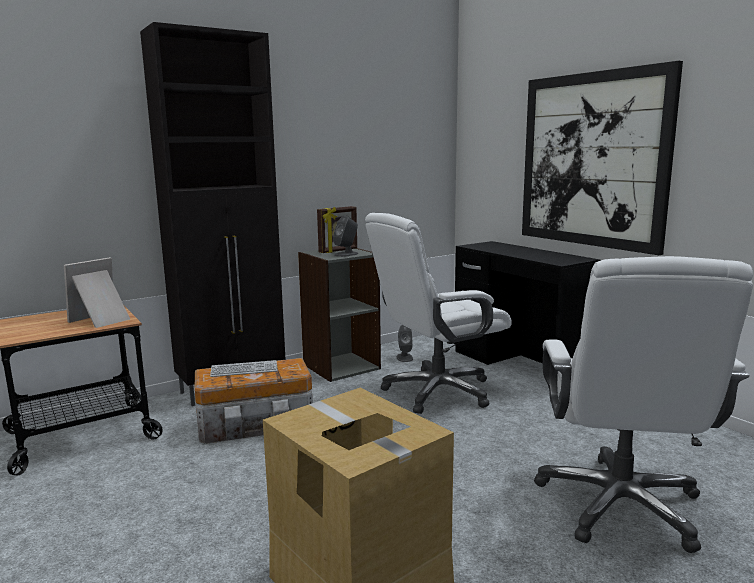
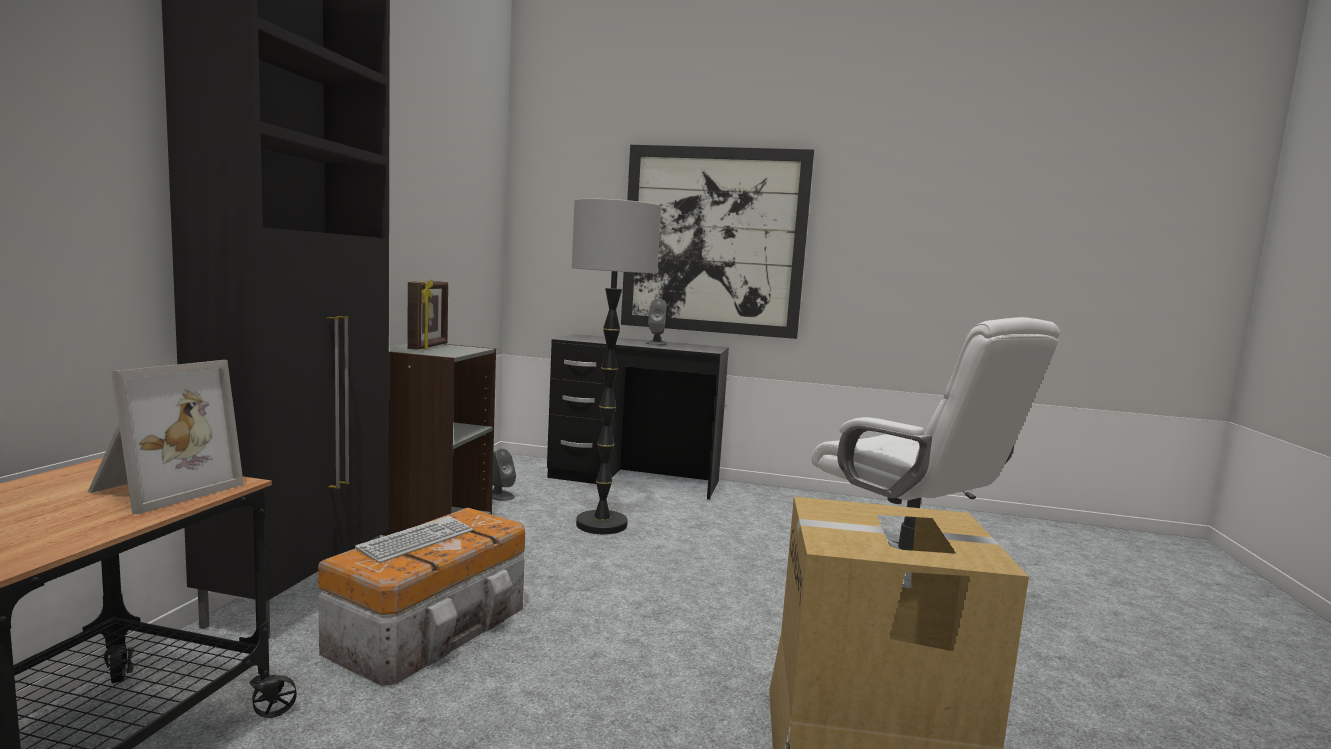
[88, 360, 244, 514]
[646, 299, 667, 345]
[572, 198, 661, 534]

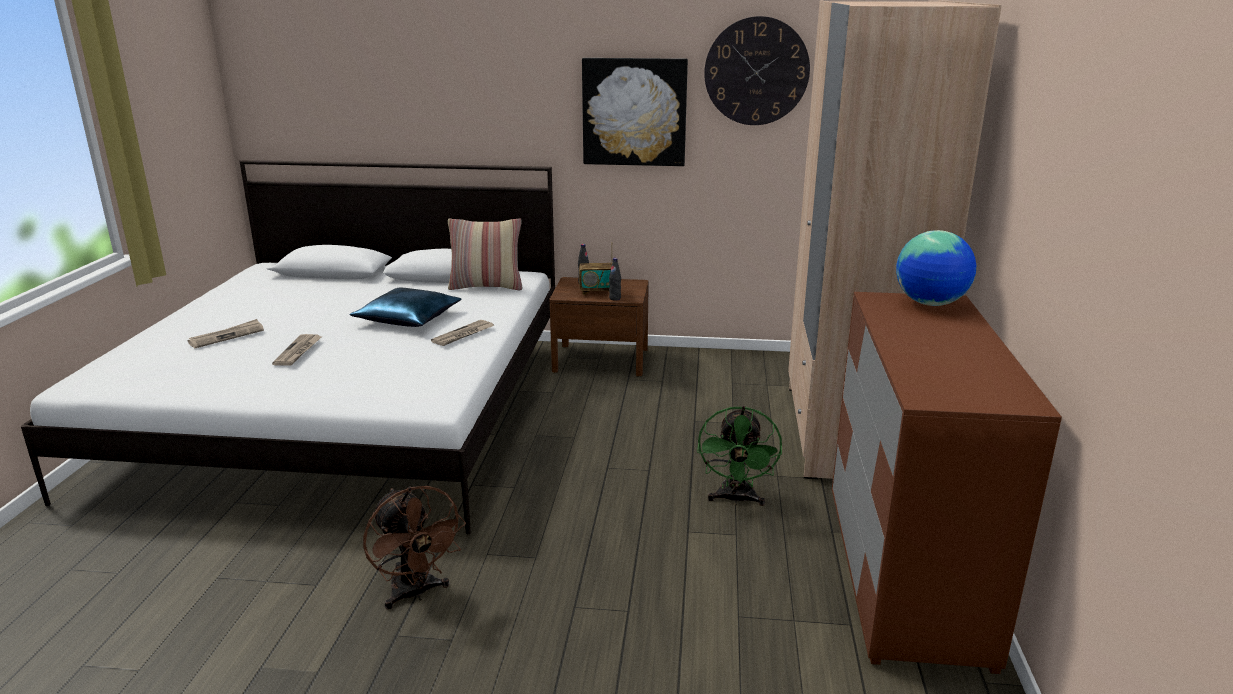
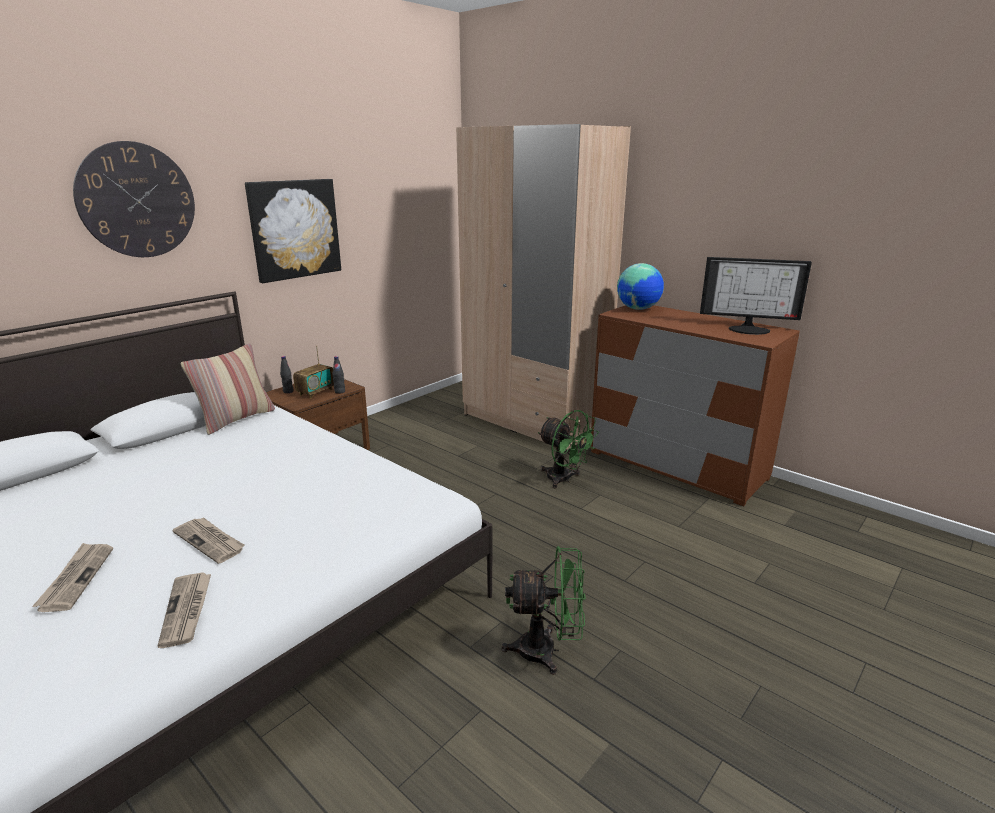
[350, 288, 462, 327] (first image)
[501, 546, 586, 675]
[158, 572, 211, 648]
[73, 141, 195, 257]
[700, 257, 812, 335]

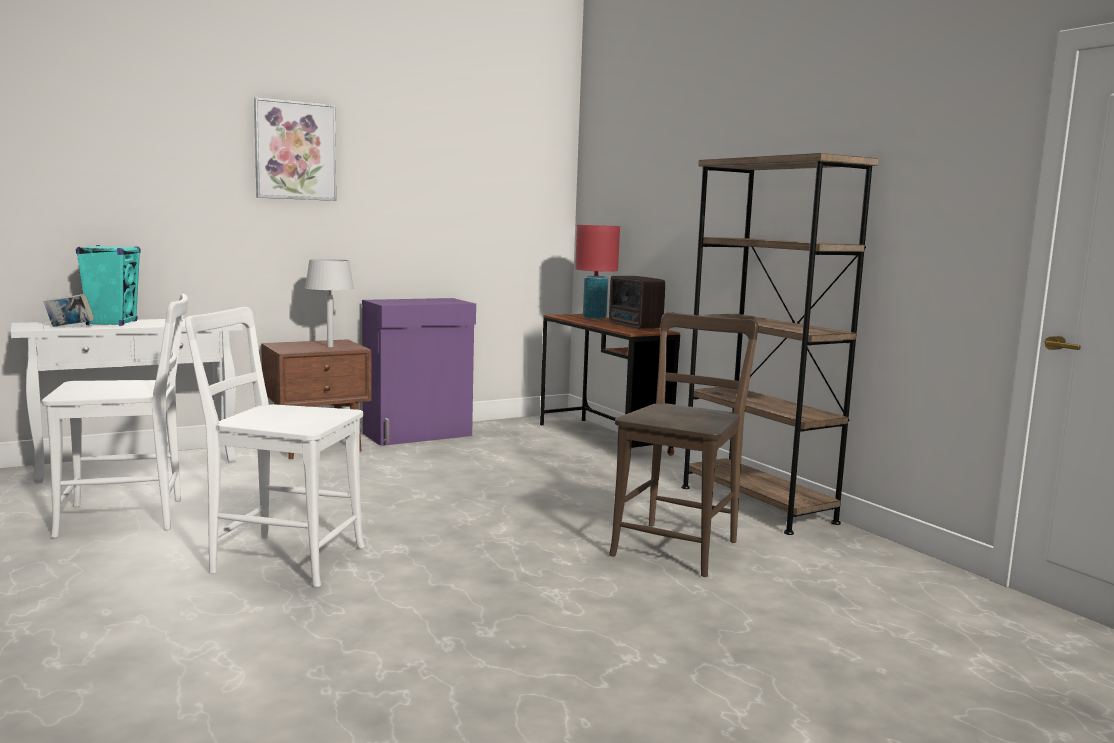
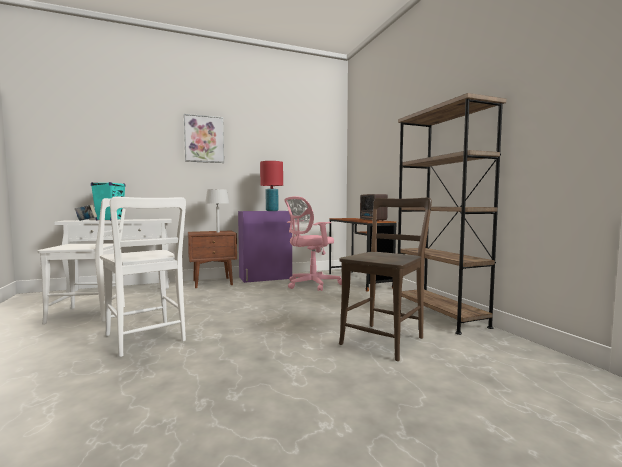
[100, 196, 186, 357]
[260, 161, 283, 211]
[284, 196, 342, 291]

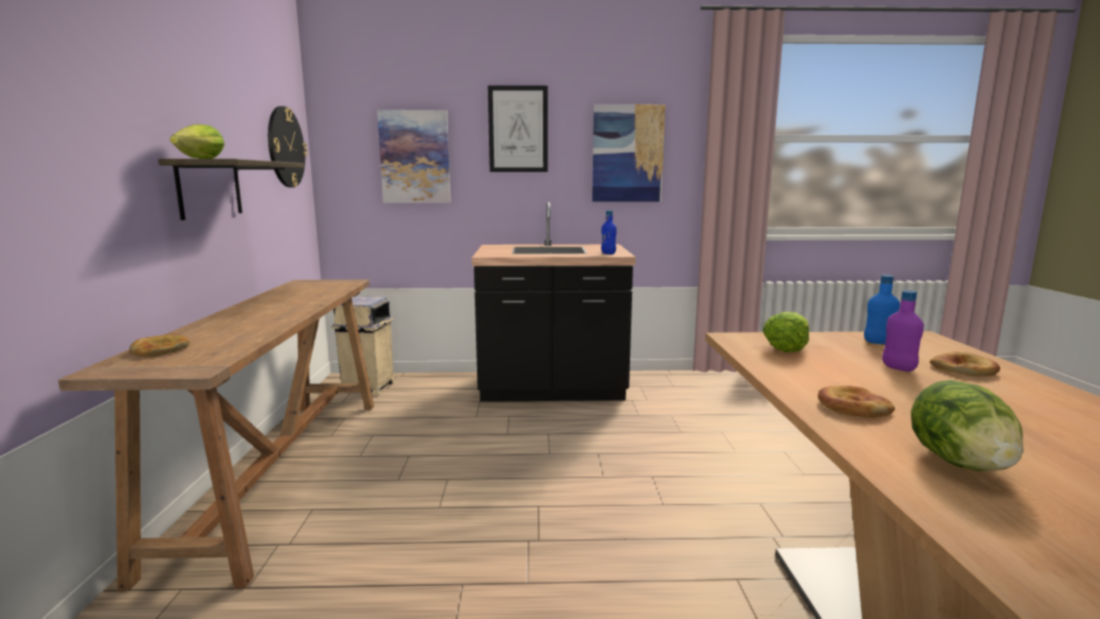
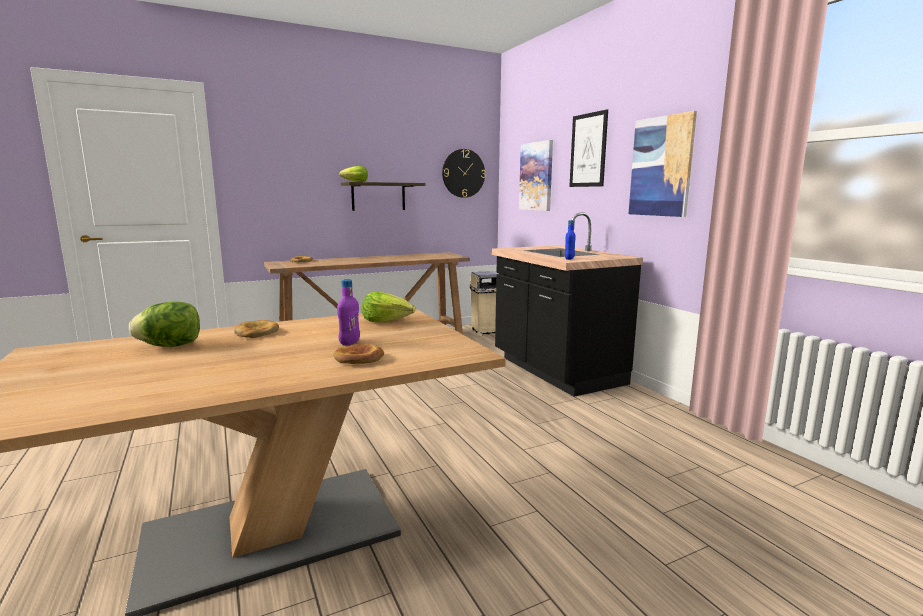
[864, 275, 900, 344] (first image)

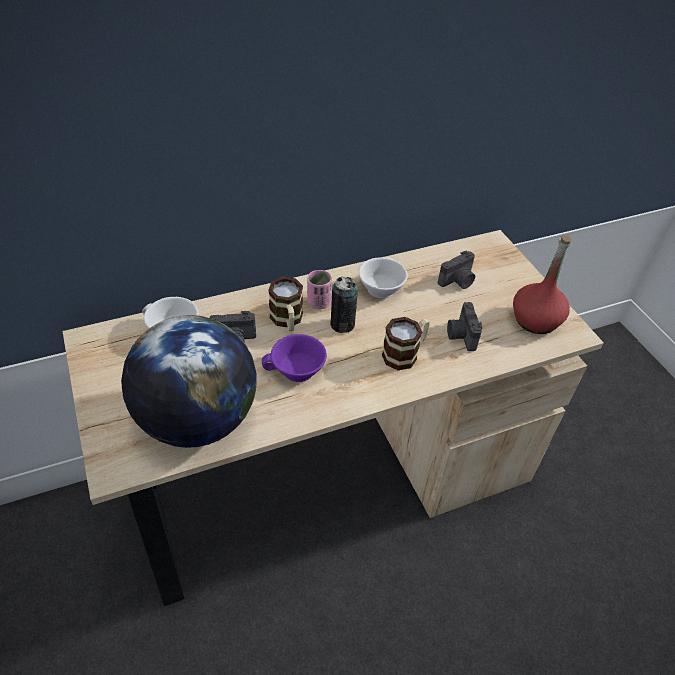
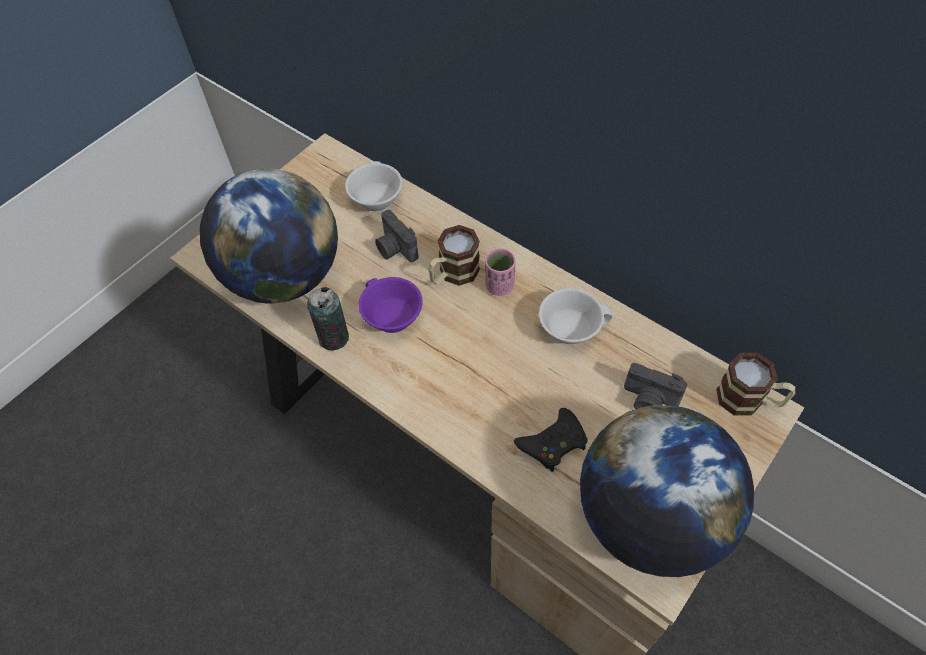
[307, 287, 349, 350]
[716, 353, 795, 416]
[514, 408, 588, 472]
[580, 405, 754, 577]

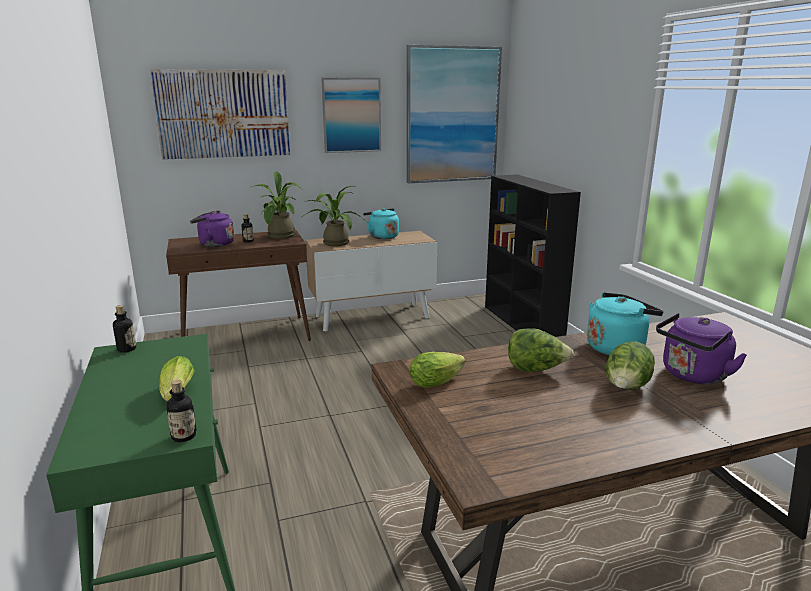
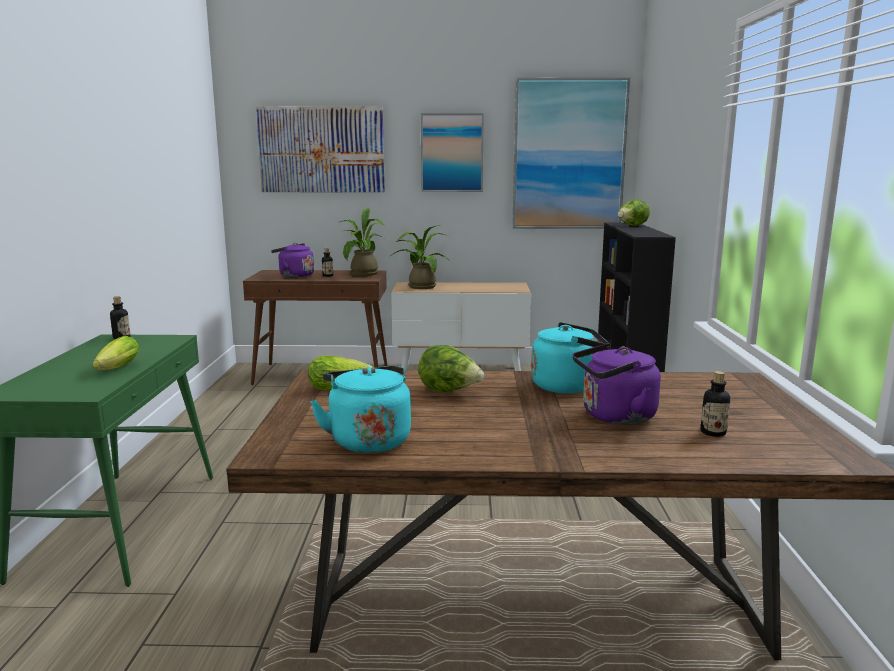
[701, 371, 730, 437]
[310, 366, 411, 453]
[618, 199, 650, 226]

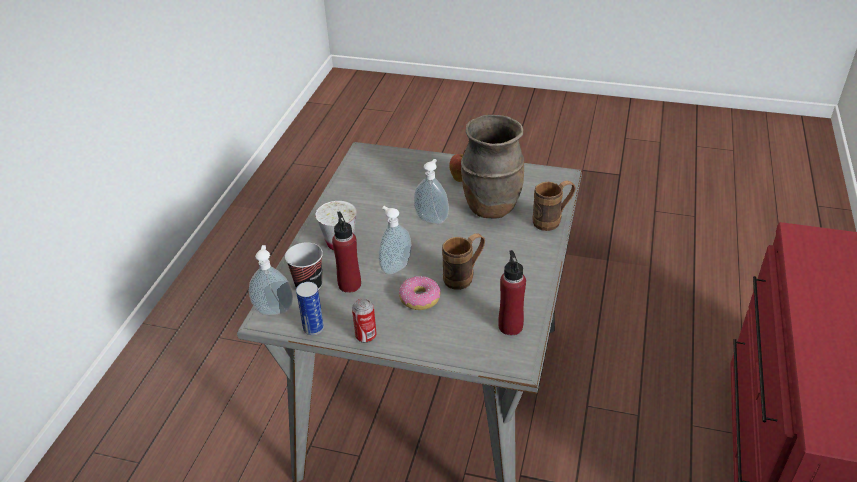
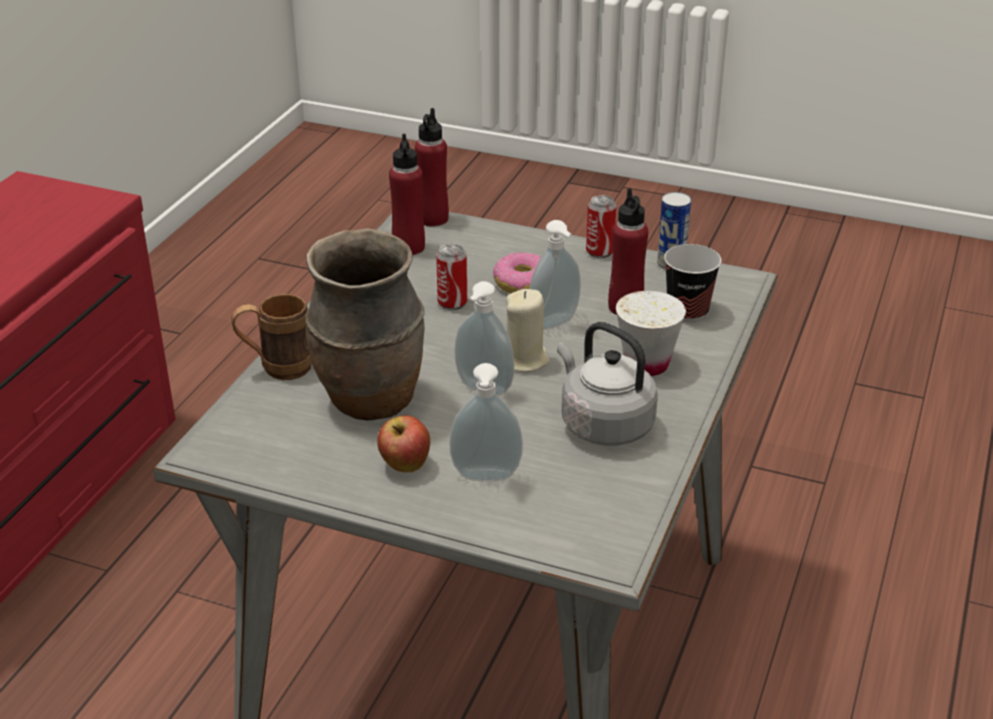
[449, 363, 523, 482]
[436, 244, 467, 310]
[415, 108, 449, 226]
[506, 289, 550, 372]
[557, 322, 658, 446]

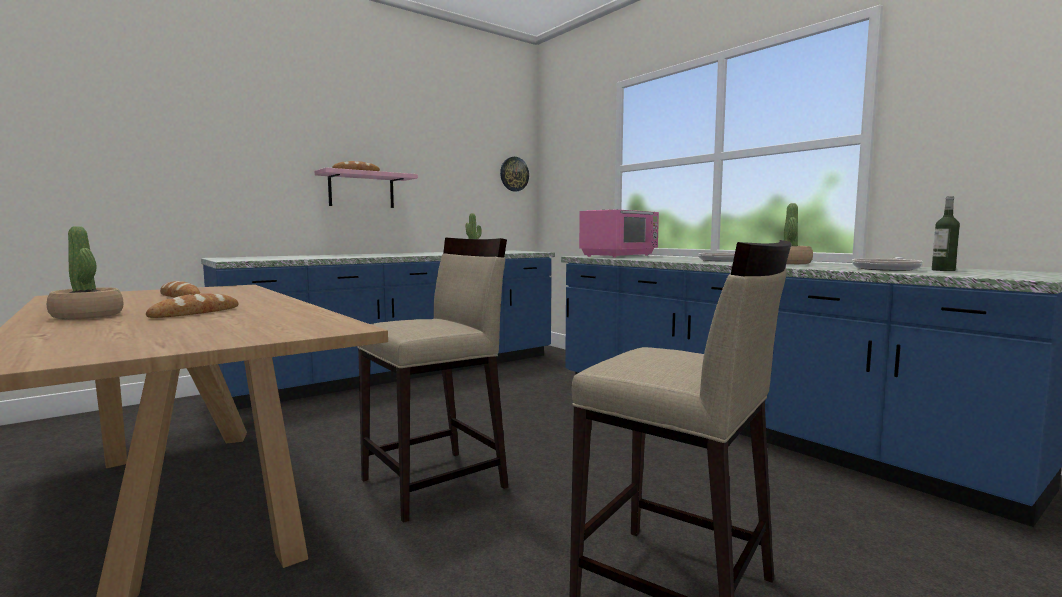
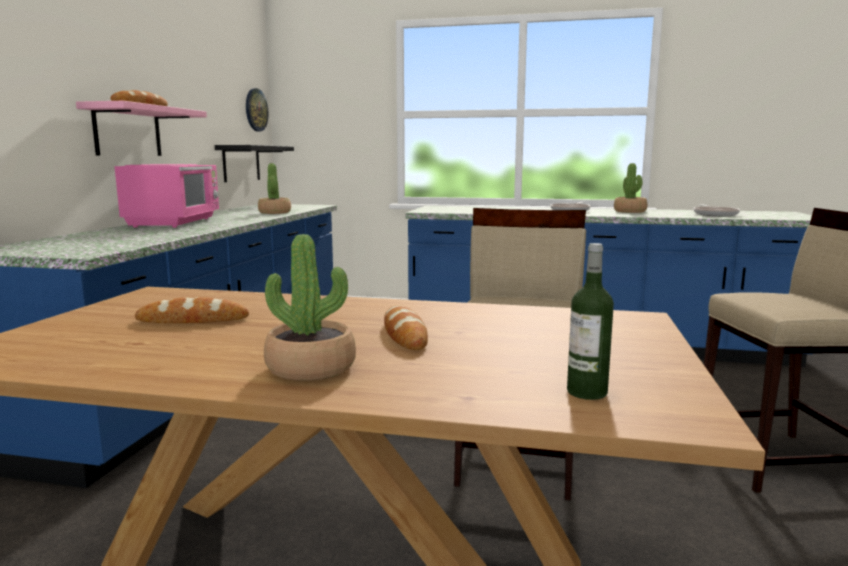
[114, 164, 219, 228]
[567, 243, 614, 400]
[215, 145, 294, 182]

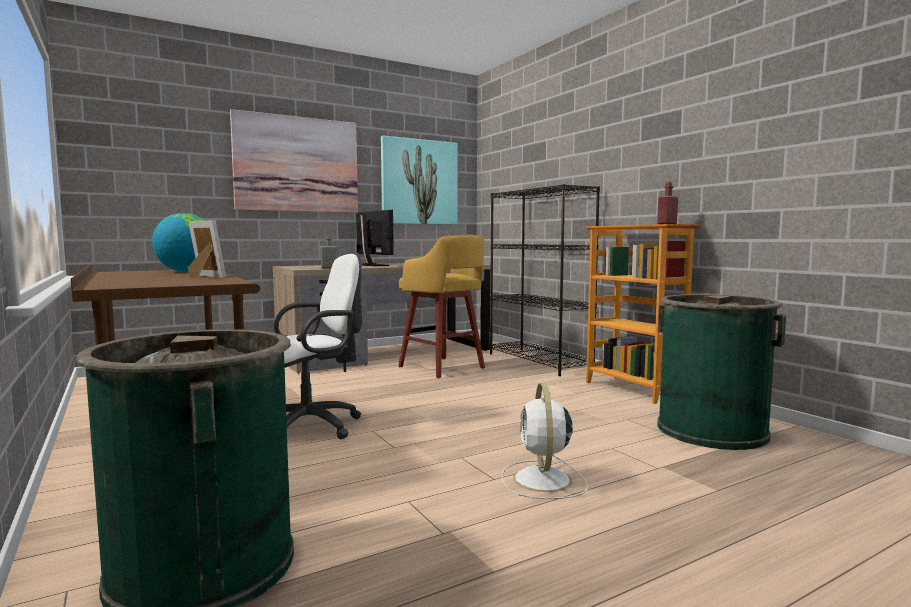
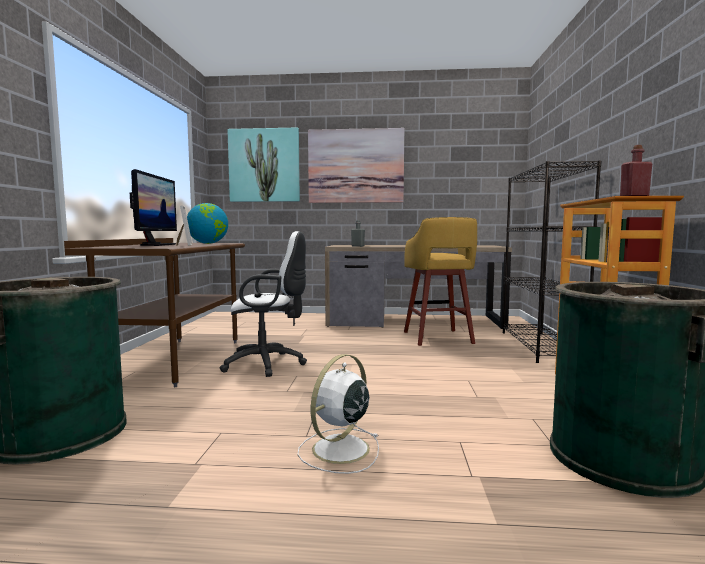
[130, 169, 177, 246]
[227, 128, 300, 202]

